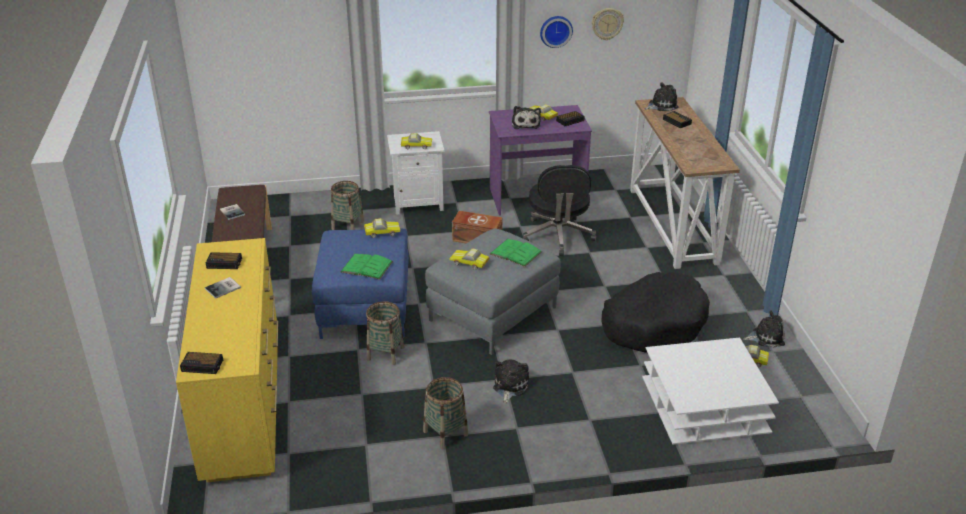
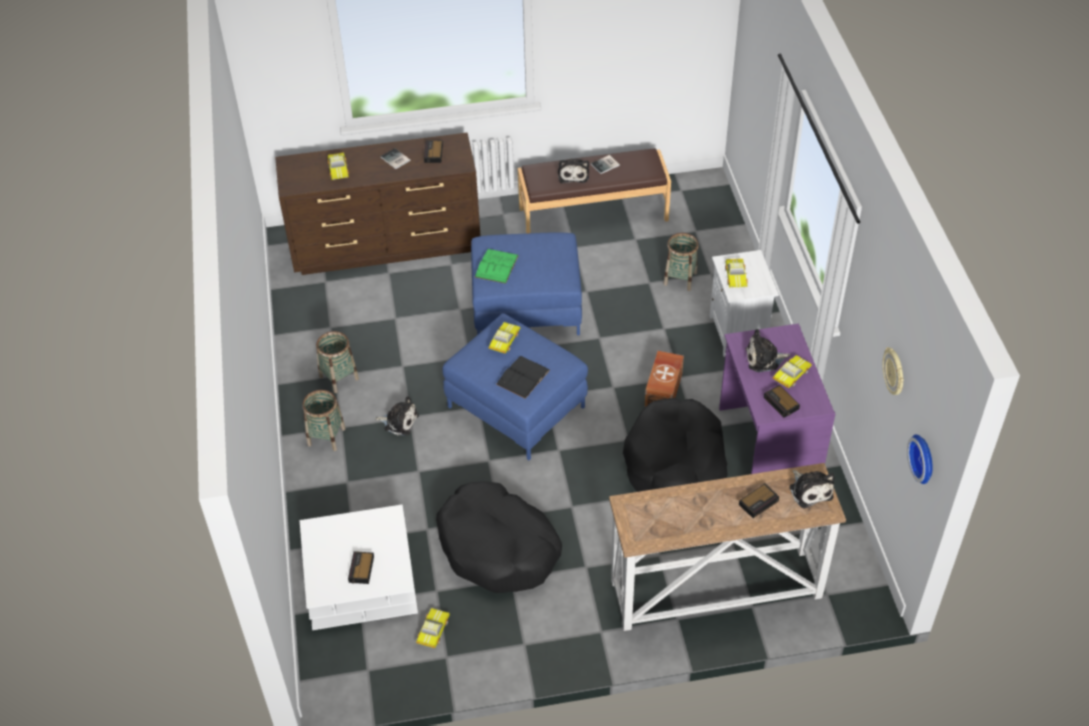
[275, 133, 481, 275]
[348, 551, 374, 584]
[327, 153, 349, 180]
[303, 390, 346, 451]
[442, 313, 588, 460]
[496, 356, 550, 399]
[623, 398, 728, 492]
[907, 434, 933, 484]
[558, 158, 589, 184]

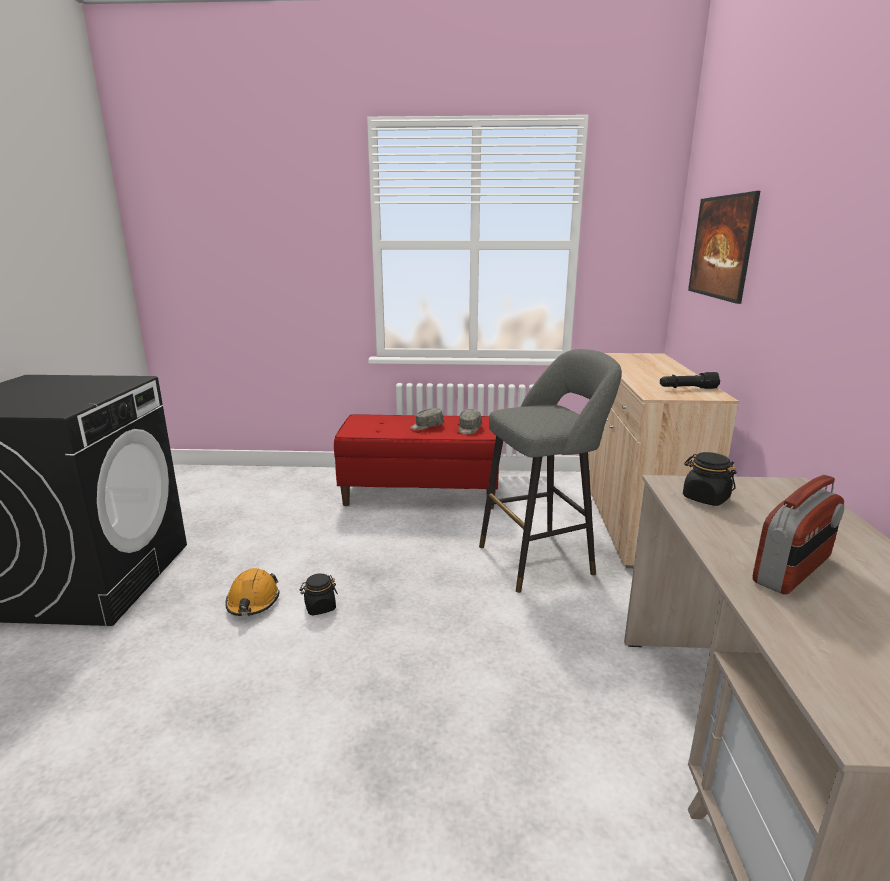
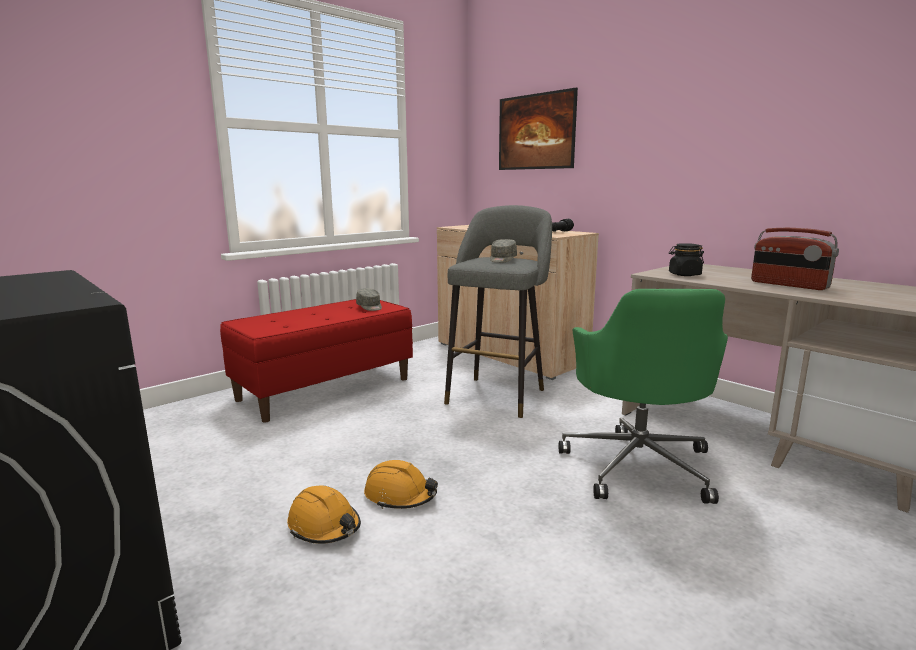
[364, 460, 438, 509]
[490, 239, 517, 262]
[751, 228, 839, 290]
[558, 289, 728, 504]

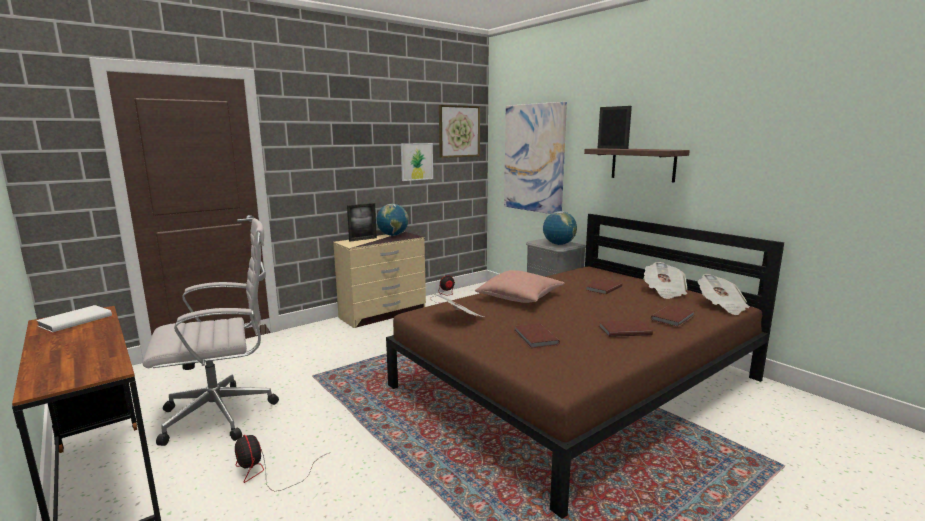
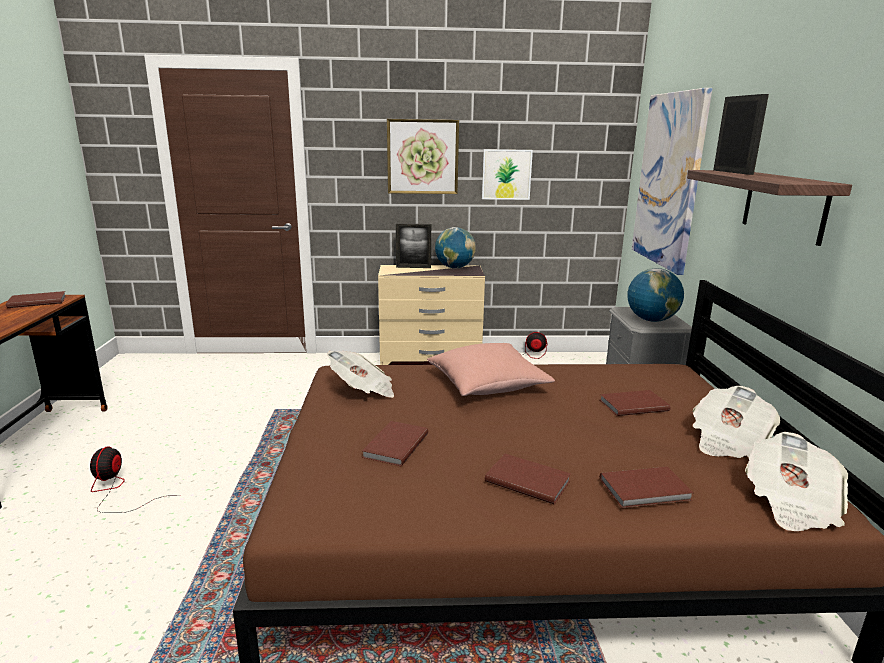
[6, 291, 66, 308]
[142, 218, 279, 446] (first image)
[387, 119, 459, 194]

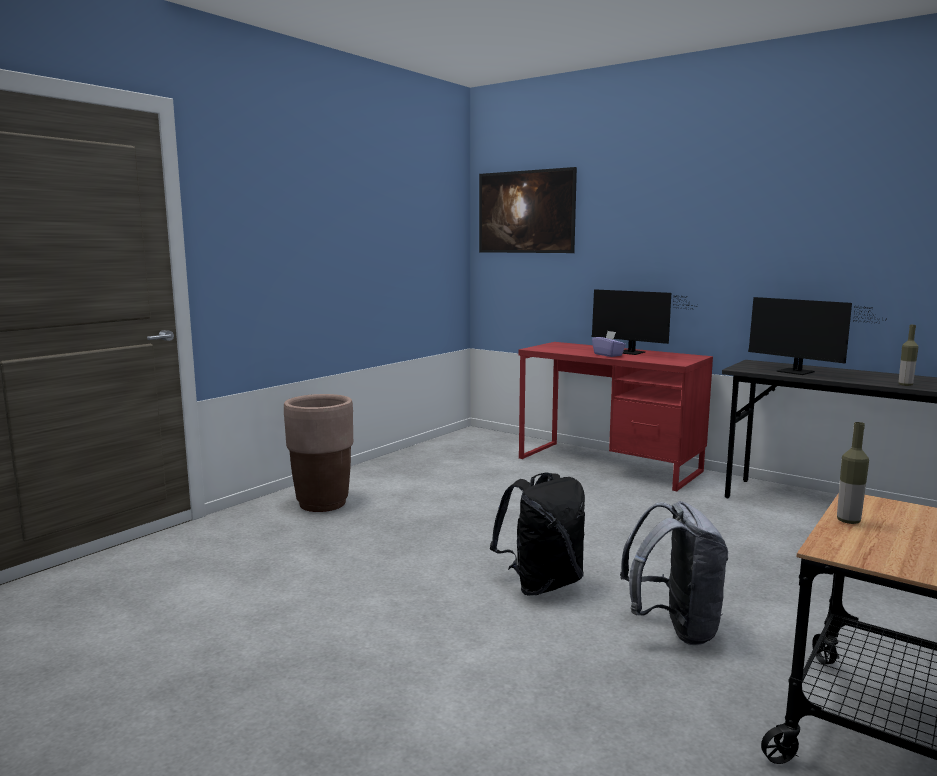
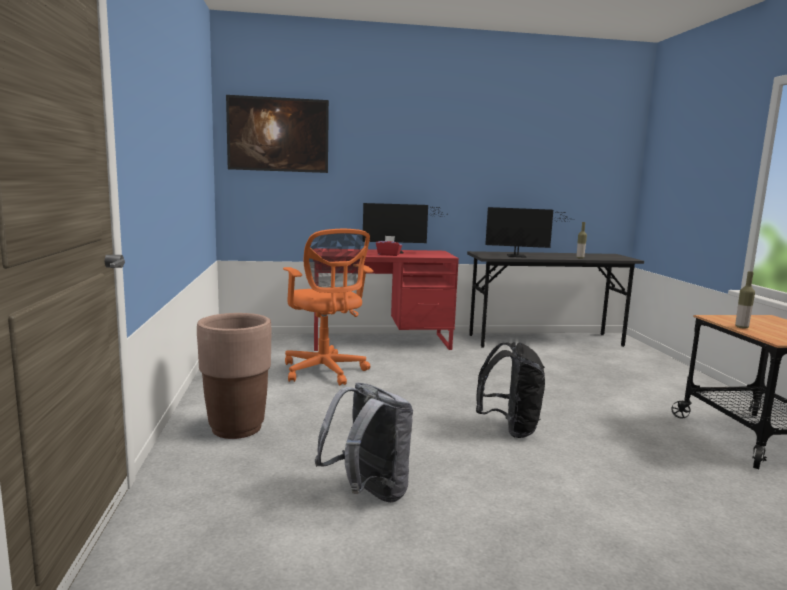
[376, 236, 402, 256]
[315, 382, 413, 503]
[283, 229, 373, 385]

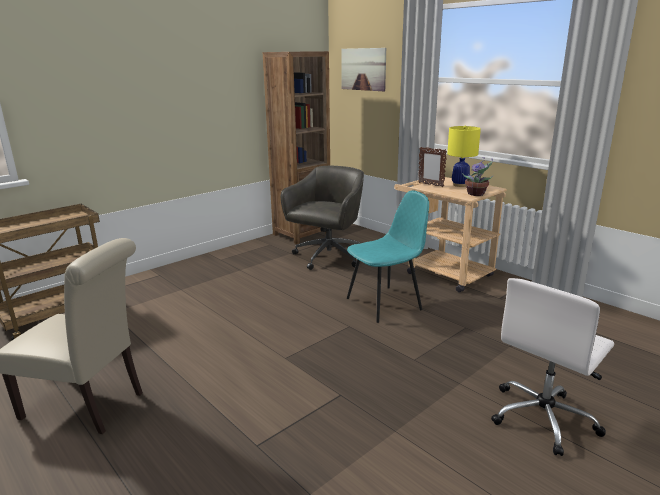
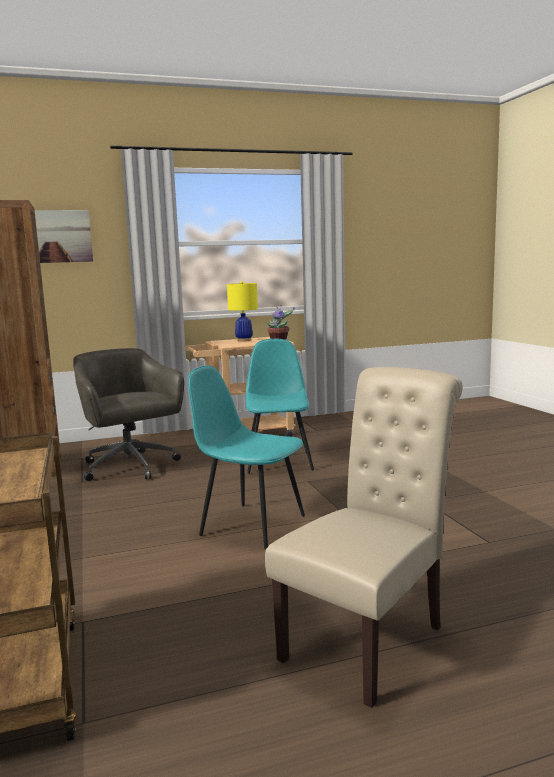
[418, 147, 447, 187] (first image)
[491, 278, 614, 456] (first image)
[188, 365, 305, 549]

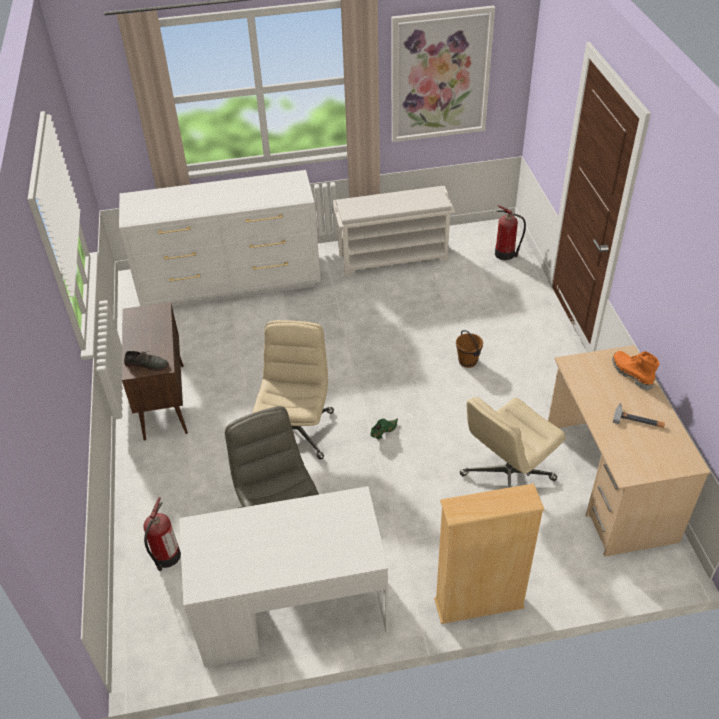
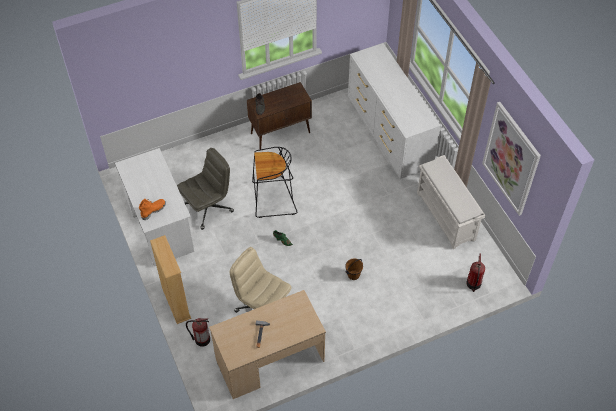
[186, 318, 210, 347]
[252, 147, 298, 218]
[139, 199, 166, 220]

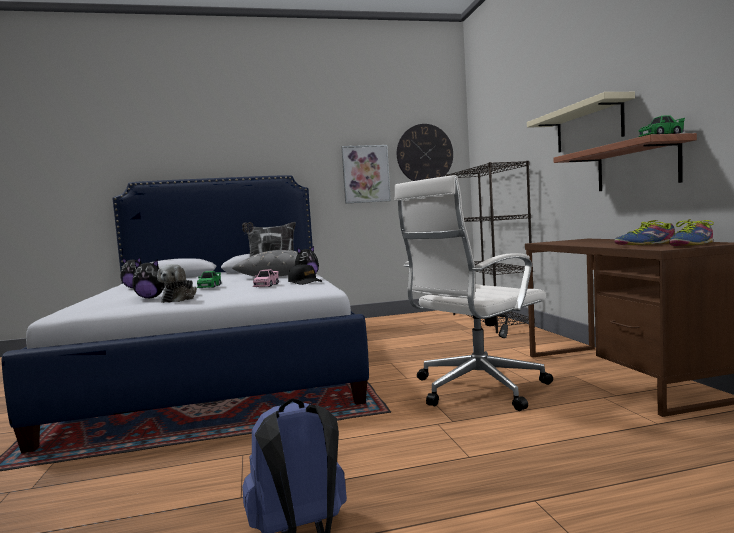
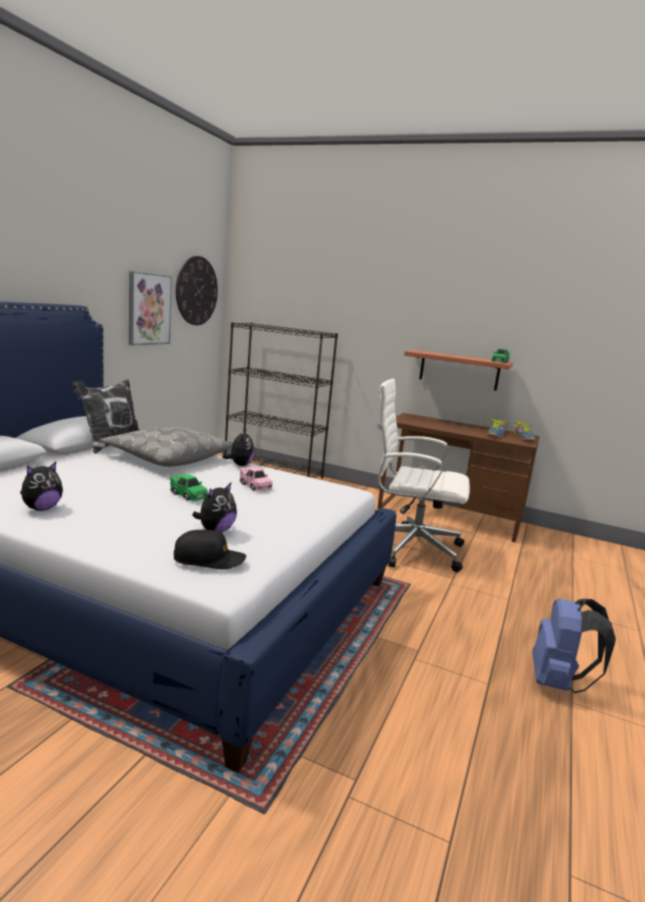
[157, 264, 197, 303] (first image)
[174, 530, 246, 569]
[378, 379, 470, 572]
[527, 92, 635, 152] (first image)

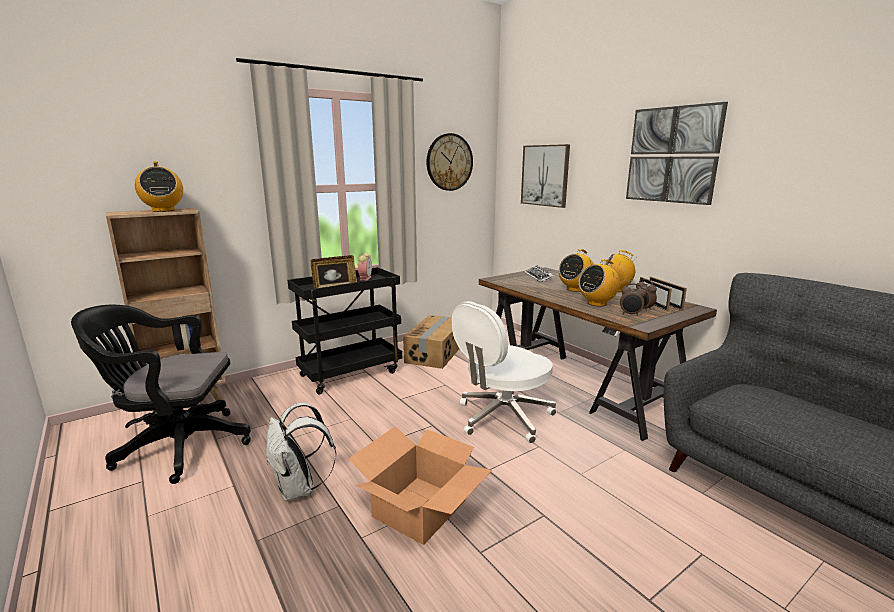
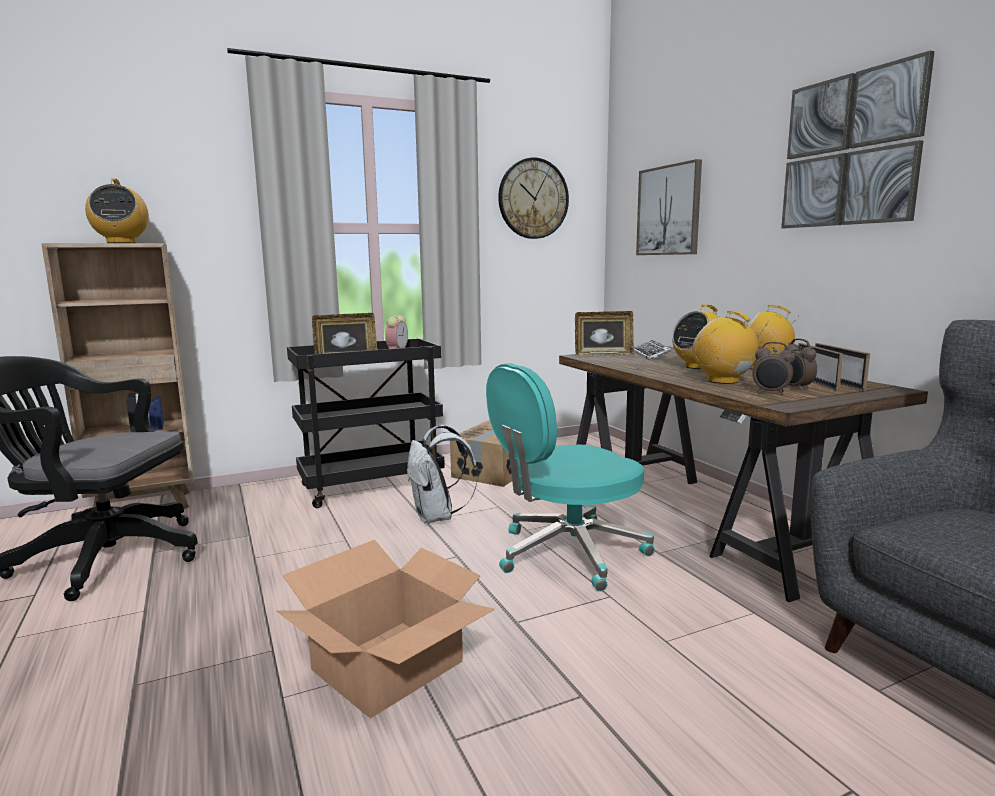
[407, 425, 478, 523]
[486, 363, 655, 591]
[692, 311, 767, 384]
[575, 311, 634, 356]

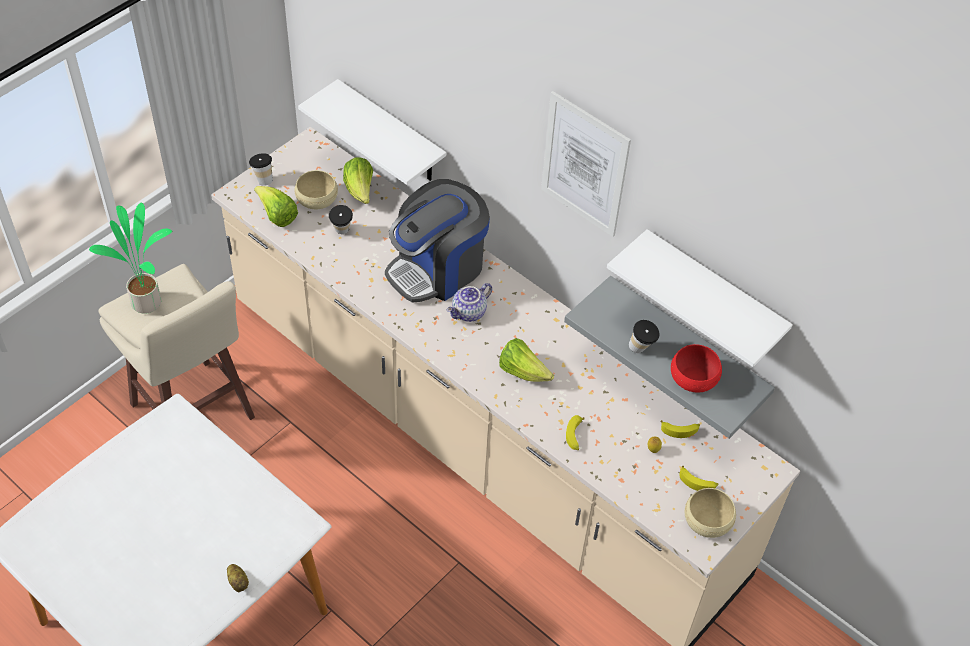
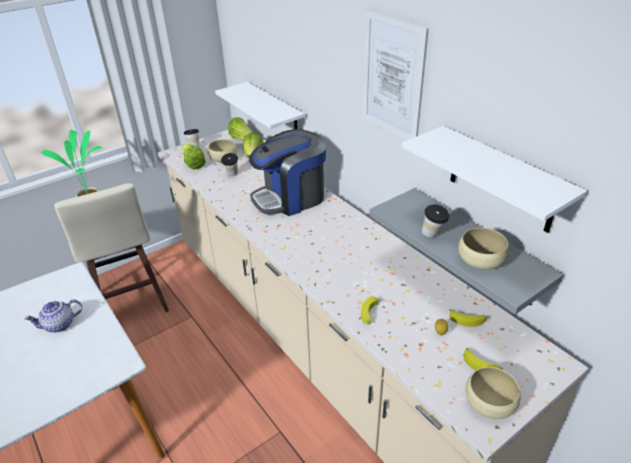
[227, 564, 249, 593] (first image)
[24, 300, 82, 333]
[228, 117, 252, 140]
[458, 228, 509, 269]

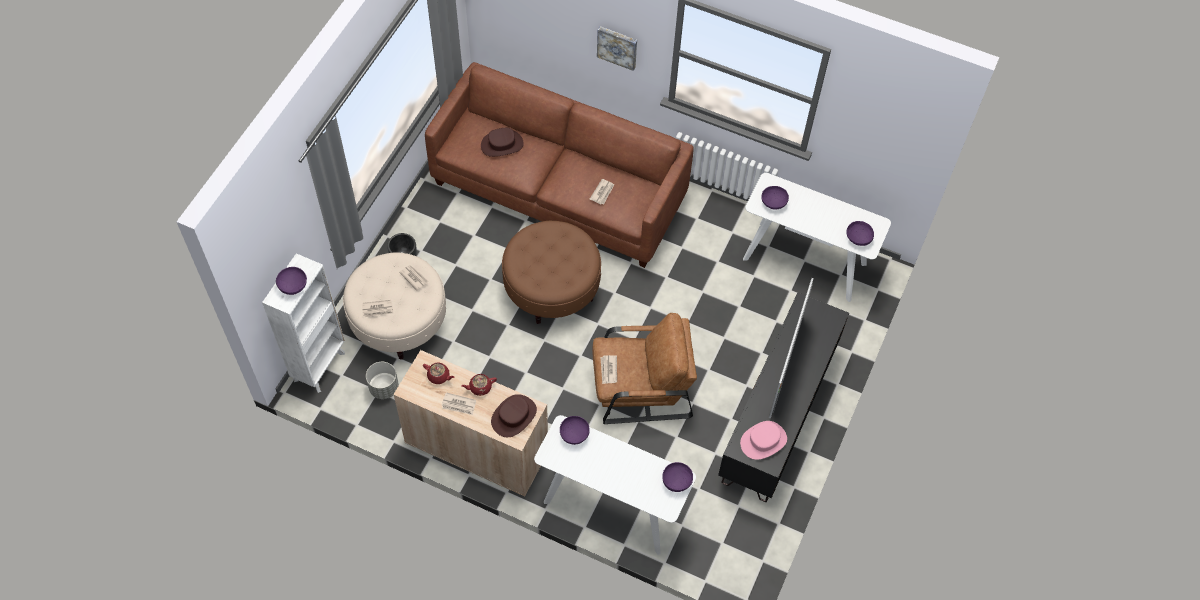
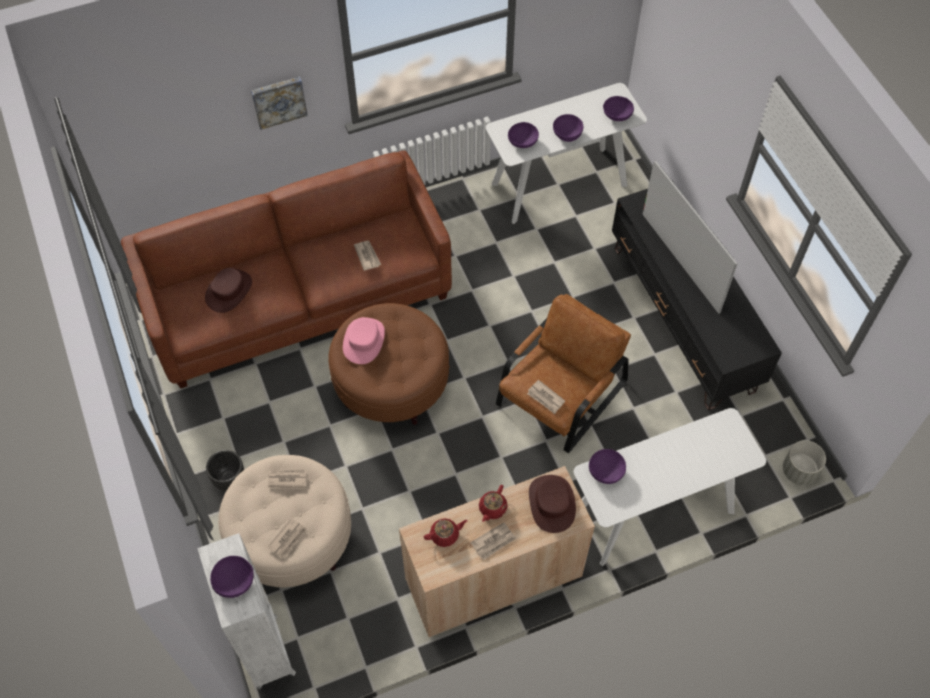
[783, 440, 826, 485]
[553, 114, 584, 142]
[343, 317, 385, 364]

